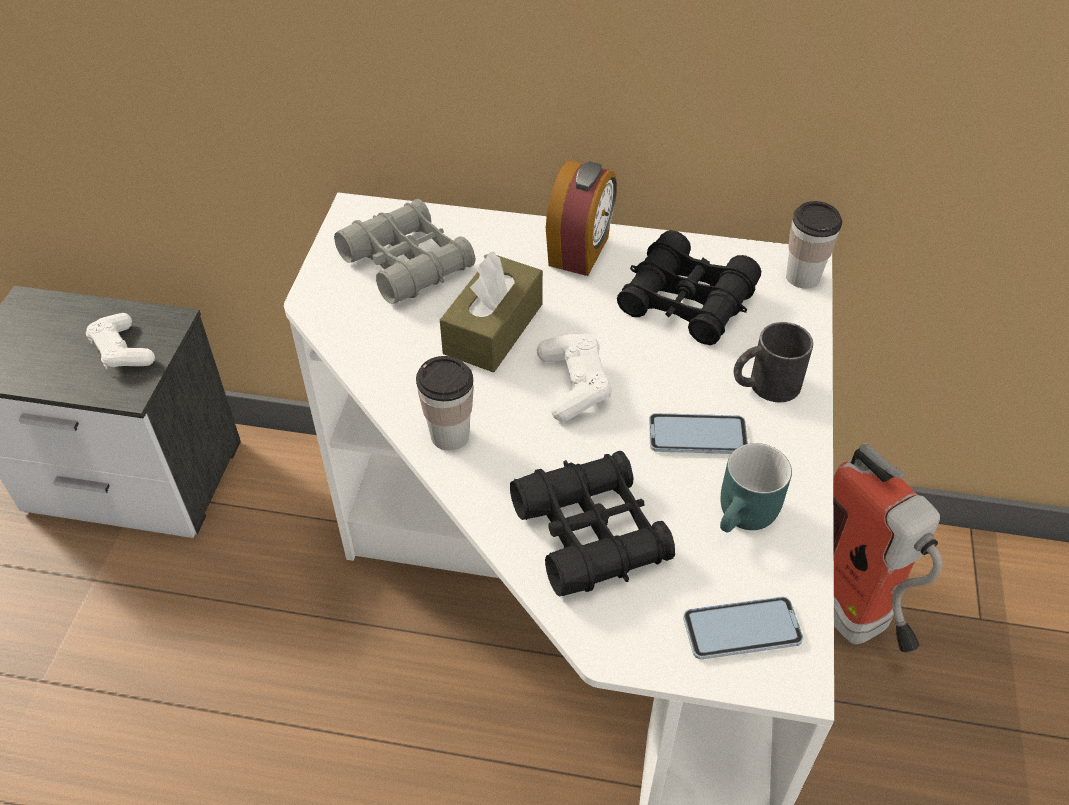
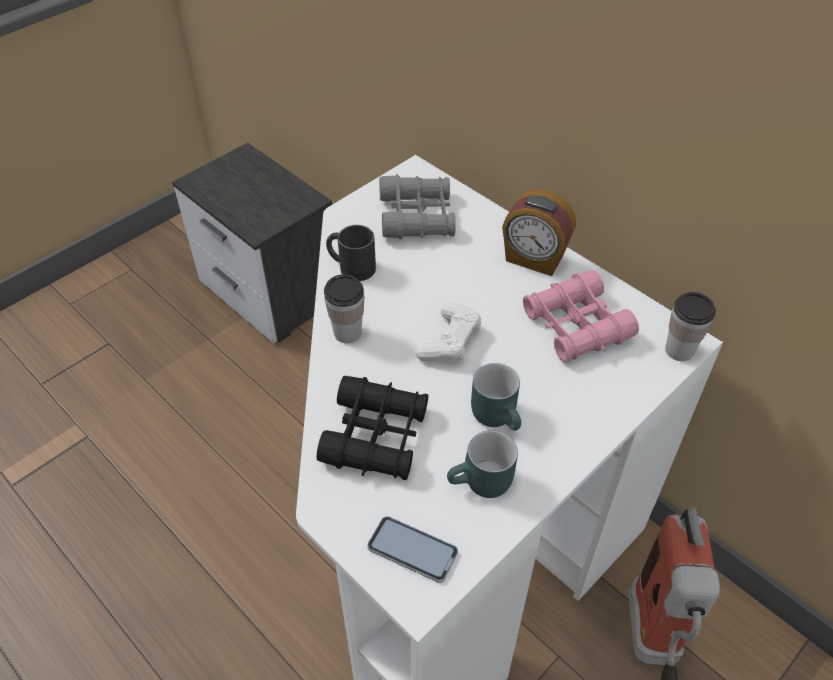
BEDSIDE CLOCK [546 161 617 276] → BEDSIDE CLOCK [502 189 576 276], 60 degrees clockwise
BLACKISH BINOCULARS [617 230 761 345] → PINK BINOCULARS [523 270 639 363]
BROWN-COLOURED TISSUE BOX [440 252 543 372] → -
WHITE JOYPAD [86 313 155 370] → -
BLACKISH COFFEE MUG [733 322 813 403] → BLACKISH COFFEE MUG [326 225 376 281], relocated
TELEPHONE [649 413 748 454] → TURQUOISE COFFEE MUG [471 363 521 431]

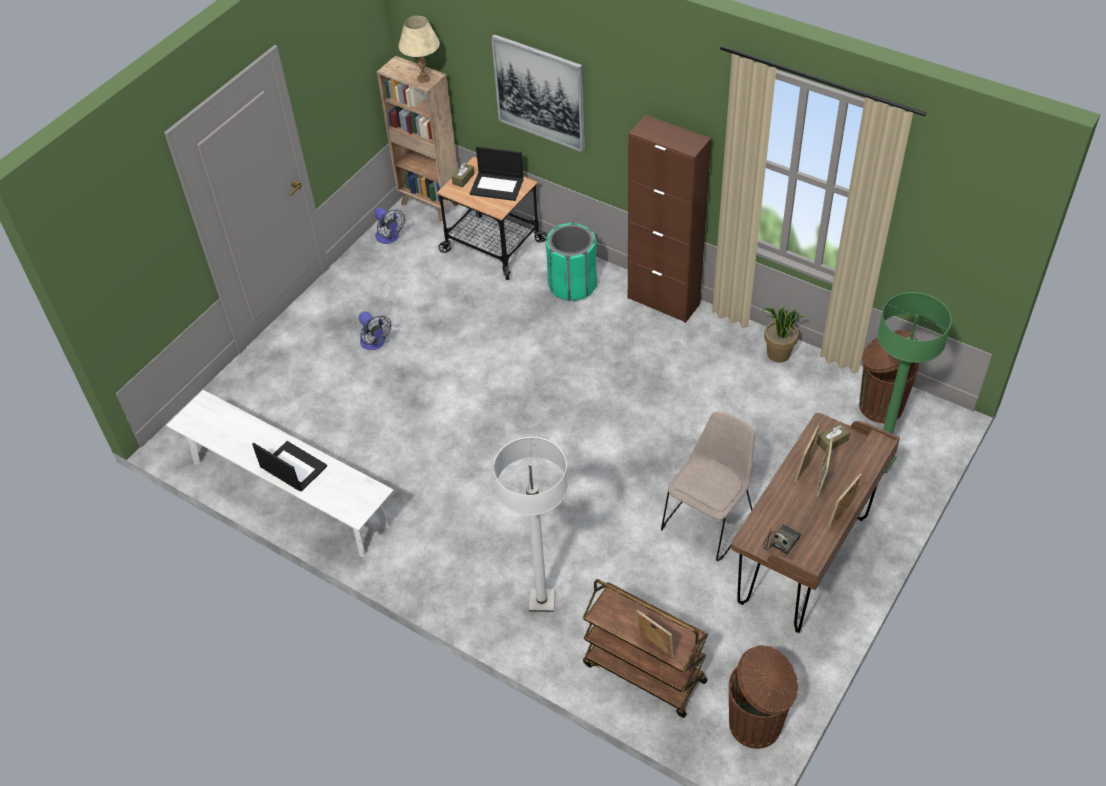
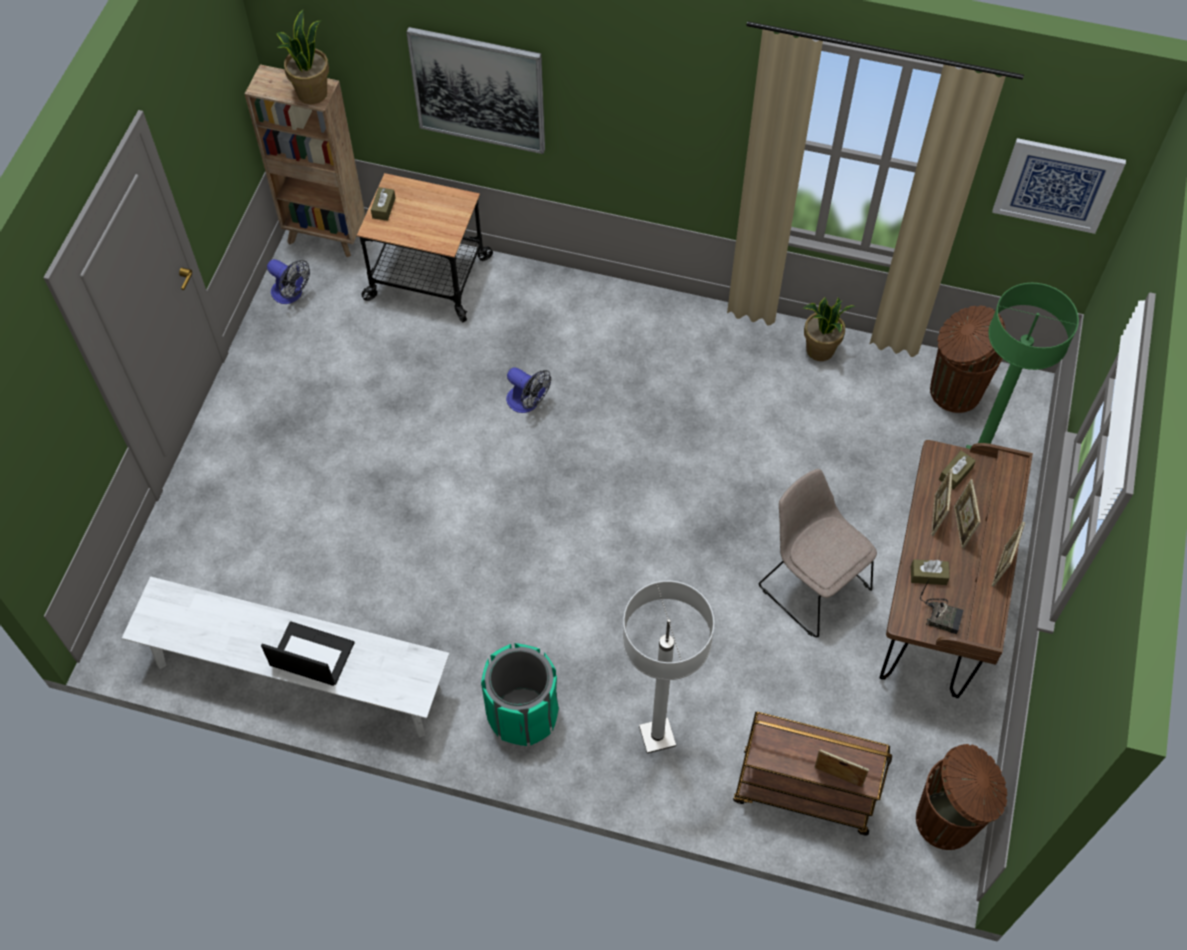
BEIGE-COLOURED TABLETOP LAMP [398 16 440 83] → HOUSEPLANT [276 10 329 104]
BROWN-COLOURED CABINET [628 115 711 323] → -
LAPTOP [470 147 524 201] → -
GREEN RUBBISH BIN [545 223 597 301] → GREEN RUBBISH BIN [481 643 559 746], relocated
COOLING FAN [359 311 391 350] → COOLING FAN [506 368 551 413], relocated
BEIGE-COLOURED UPRIGHT CHAIR [661 411 755 561] → BEIGE-COLOURED UPRIGHT CHAIR [759 469 877 637], 60 degrees counterclockwise
RADIO SET [763 524 801 556] → RADIO SET [920 578 964 634], 90 degrees clockwise
- → PICTURE [992 138 1126 234]
- → BROWN-COLOURED TISSUE BOX [911 559 950 585]

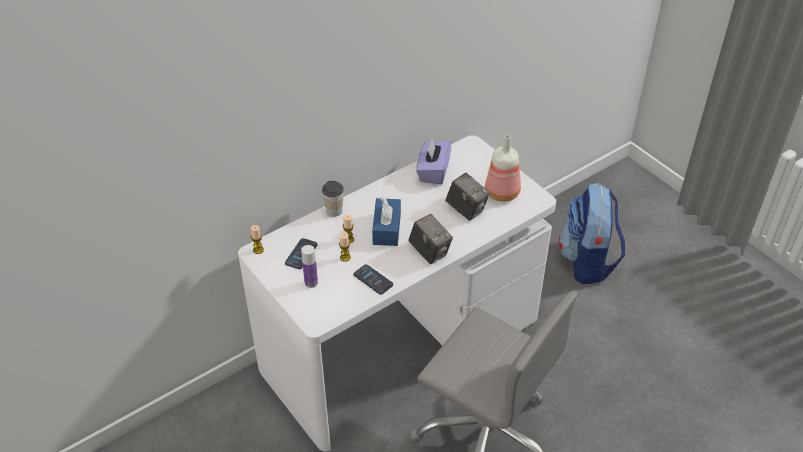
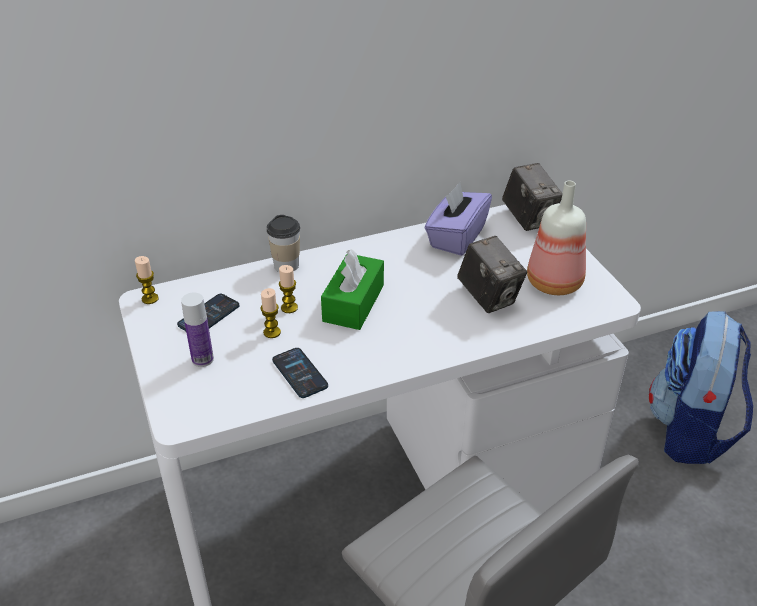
BLUE TISSUE BOX [372 197 401 246] → GREEN TISSUE BOX [321 249 384 330]
PHOTO CAMERA [408 214 453 264] → PHOTO CAMERA [502 163 563 231], relocated

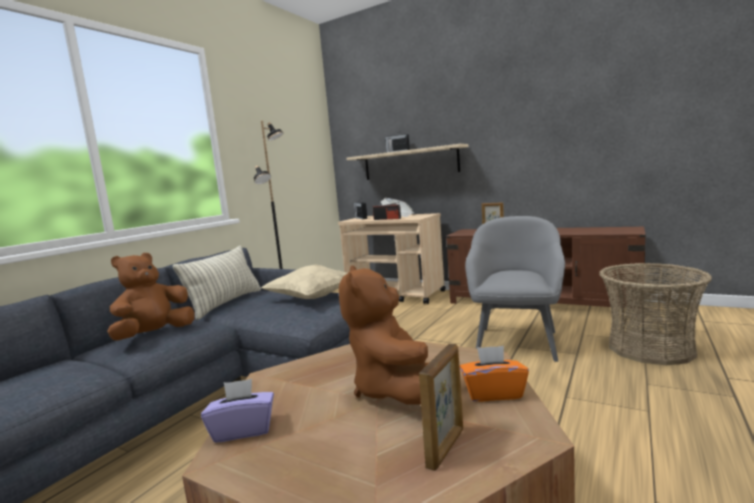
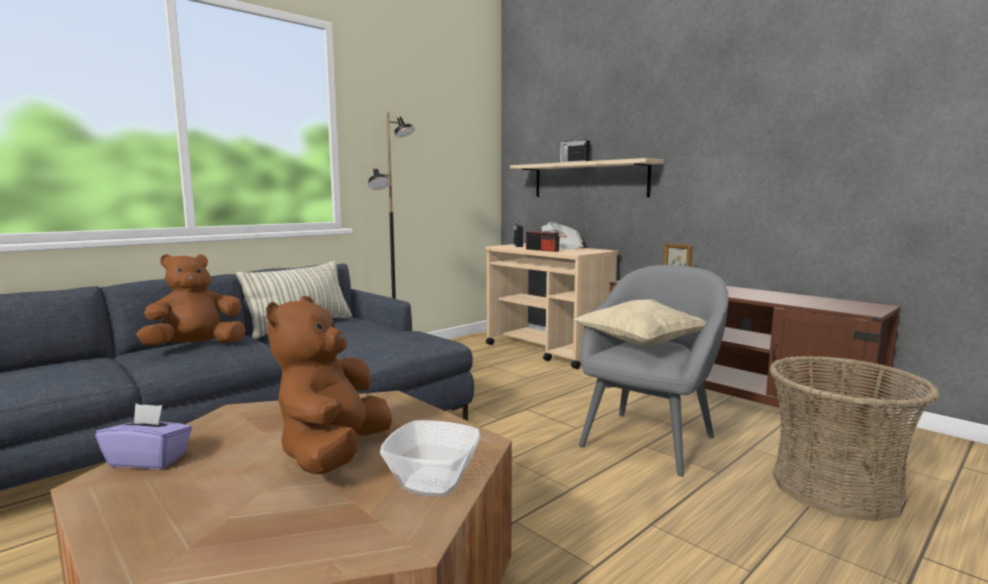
BEIGE-COLOURED PILLOW [261 264 347 299] → BEIGE-COLOURED PILLOW [573 299 706 346], relocated
STANDING FRAME [419 344 463 471] → -
ORANGE TISSUE BOX [460 346 529 402] → BOWL [380 420 480 497]

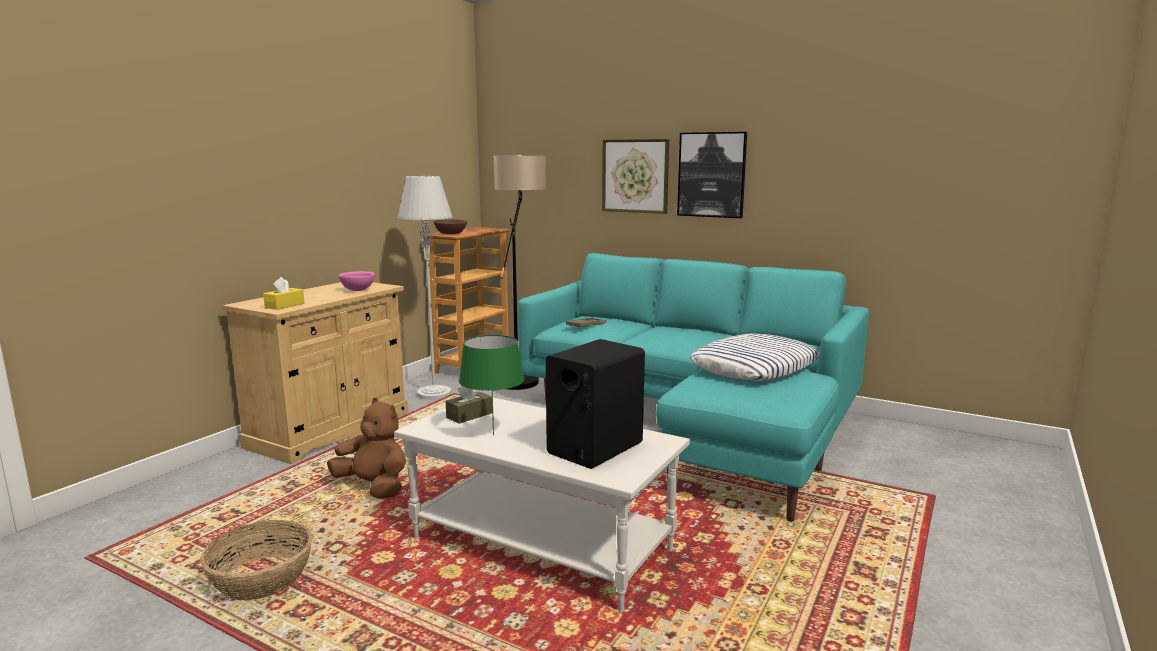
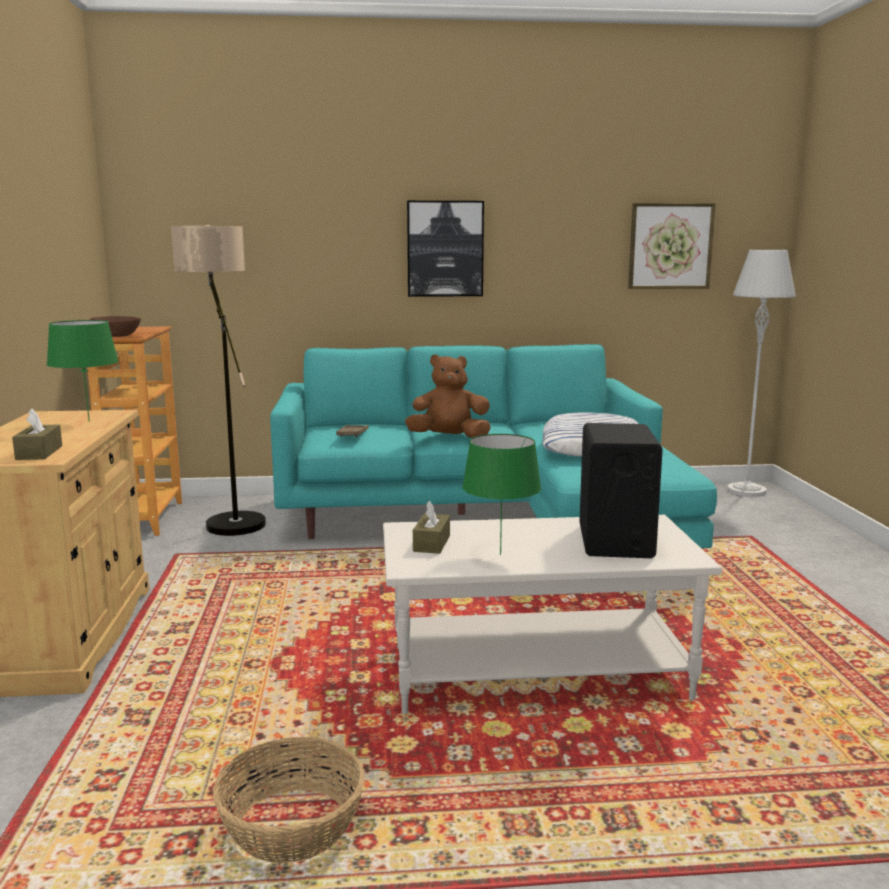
PICTURE [602 139 669 214] → PICTURE [628 203 715 289], relocated
GREYISH STANDING LAMP [397 176 452 400] → GREYISH STANDING LAMP [728 250 796 497], relocated
PINK BOWL [339 271 375 291] → GREEN TABLETOP LAMP [47 320 118 422]
YELLOW-COLOURED TISSUE BOX [263 277 305 310] → BROWN-COLOURED TISSUE BOX [12 409 62 460]
BROWN-COLOURED PLUSH TOY [327 398 406 499] → BROWN-COLOURED PLUSH TOY [405 354 491 438], relocated

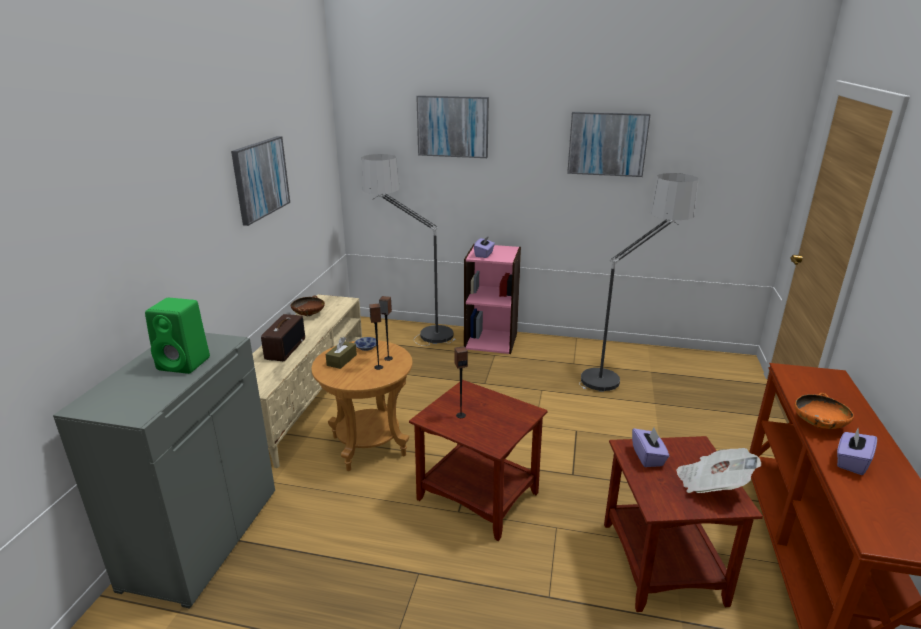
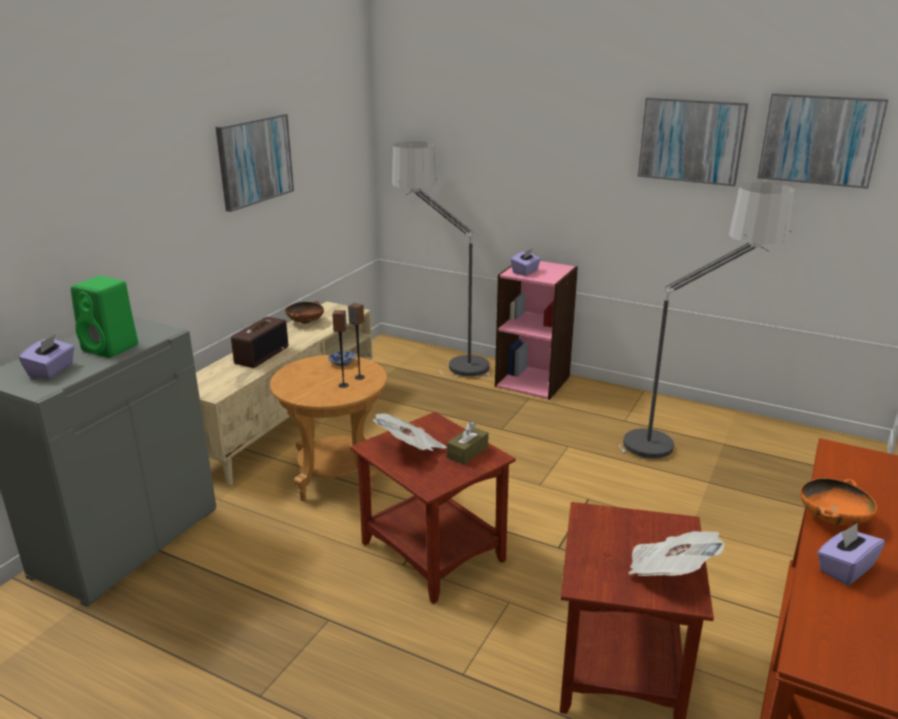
PICTURE [416 95 489 158] → PICTURE [757 93 888 189], relocated
BROWN-COLOURED TISSUE BOX [325 337 357 369] → BROWN-COLOURED TISSUE BOX [447 422 488 465], relocated
LOUDSPEAKER [454 346 468 418] → PRINTED PAPER [372 413 447 451]
PURPLE-COLOURED TISSUE BOX [632 427 669 467] → PURPLE-COLOURED TISSUE BOX [19 334 75 379], relocated

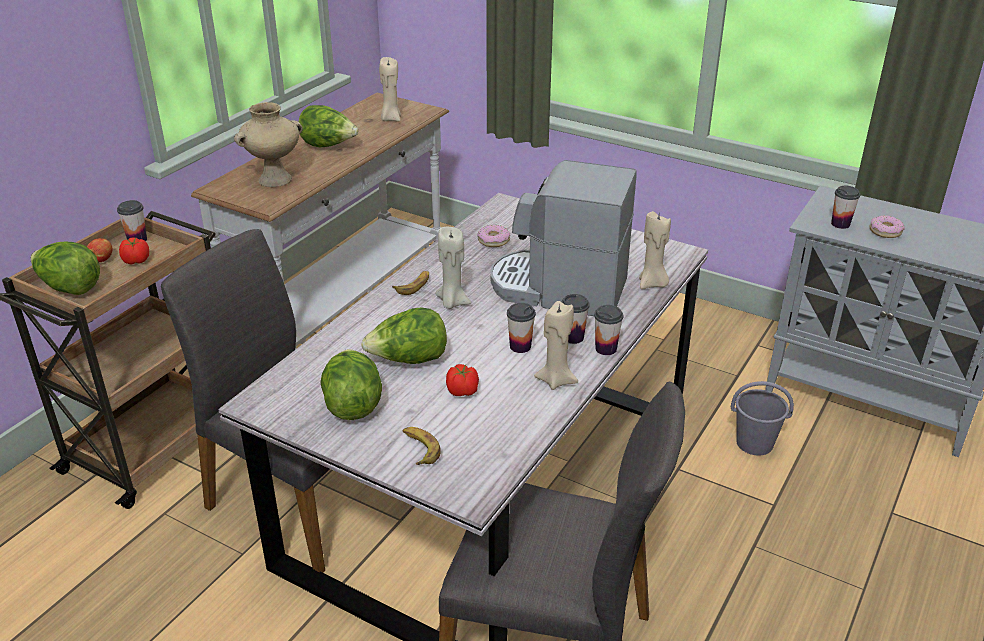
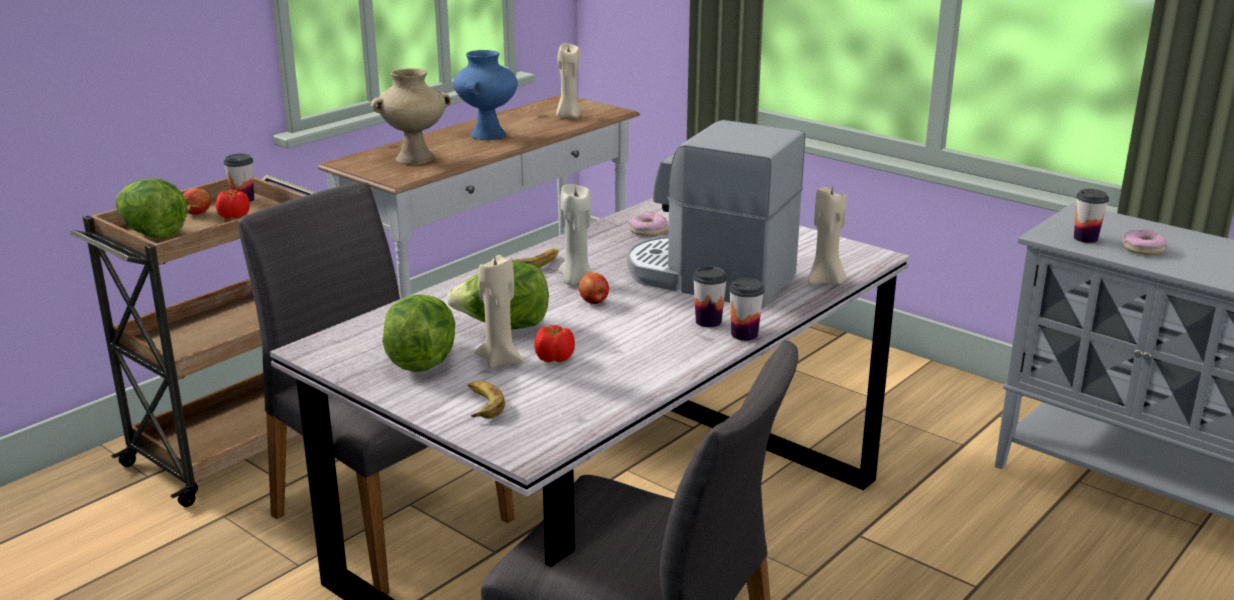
HEAD OF LETTUCE [299 105 358 147] → BLUE DECORATIVE VASE [453 50 518 140]
BEIGE-COLOURED CANDLE [534 301 578 390] → BEIGE-COLOURED CANDLE [474 255 524 368], relocated
SMALL CUP [507 303 536 353] → -
GREYISH PAIL [731 381 794 456] → -
- → WHOLE APPLE [579 272 609 304]

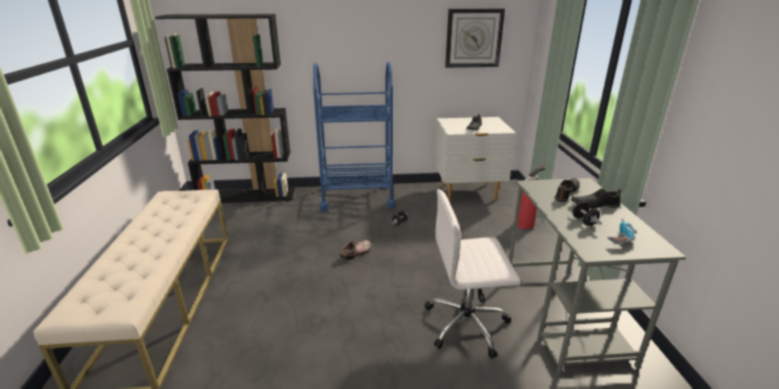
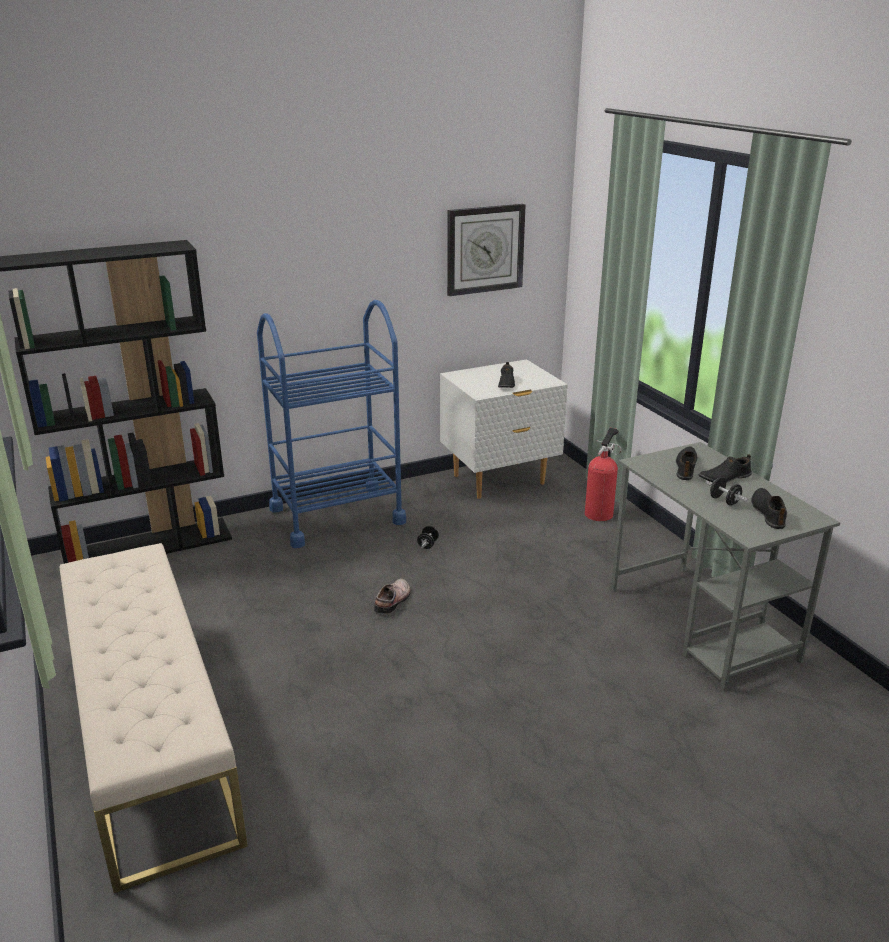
WHITE DESK CHAIR [425 189 521 359] → -
ELECTRIC DRILL [607 219 637 244] → BLACKISH SHOE [751 488 787 529]

